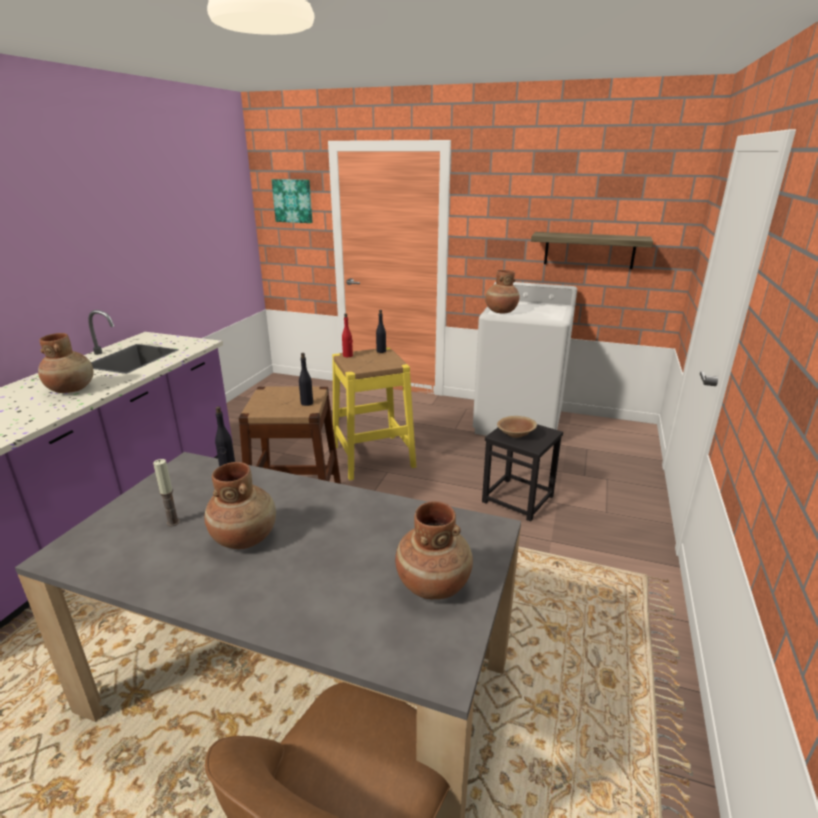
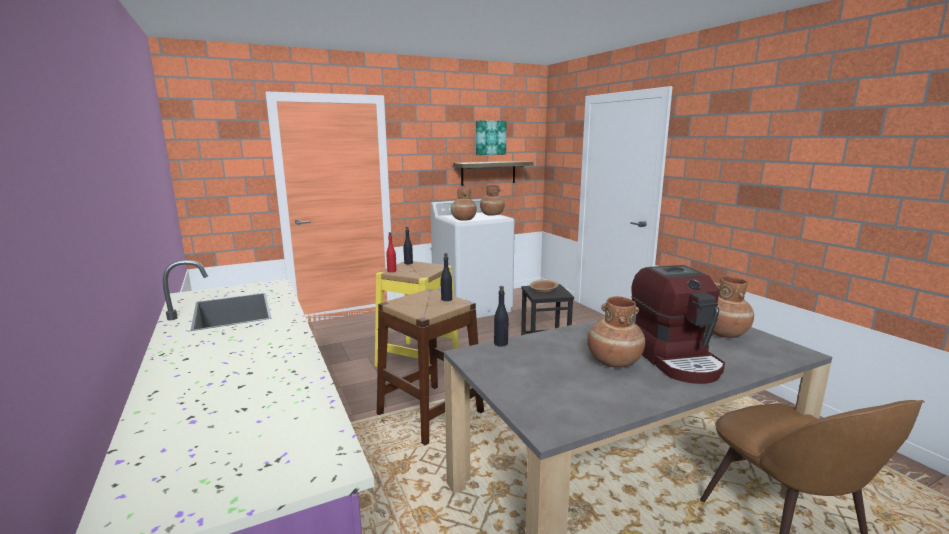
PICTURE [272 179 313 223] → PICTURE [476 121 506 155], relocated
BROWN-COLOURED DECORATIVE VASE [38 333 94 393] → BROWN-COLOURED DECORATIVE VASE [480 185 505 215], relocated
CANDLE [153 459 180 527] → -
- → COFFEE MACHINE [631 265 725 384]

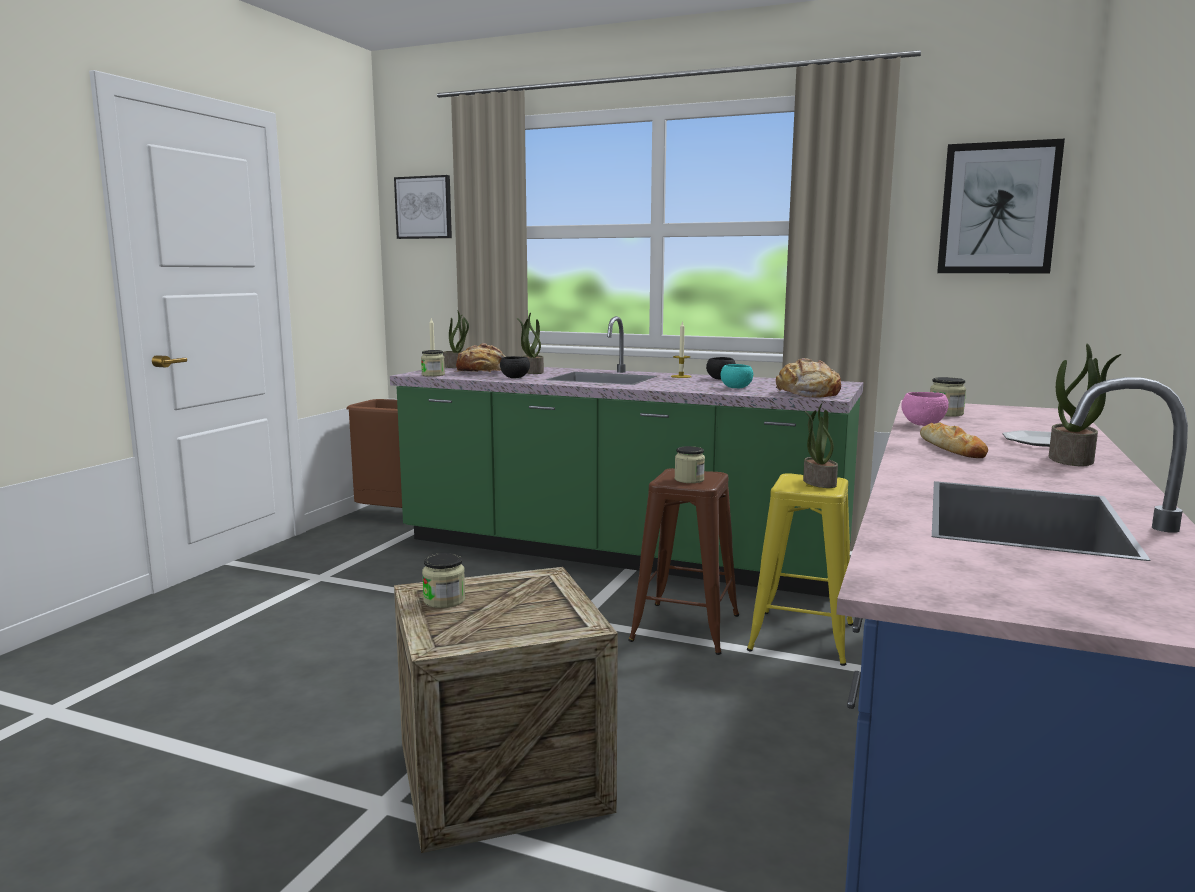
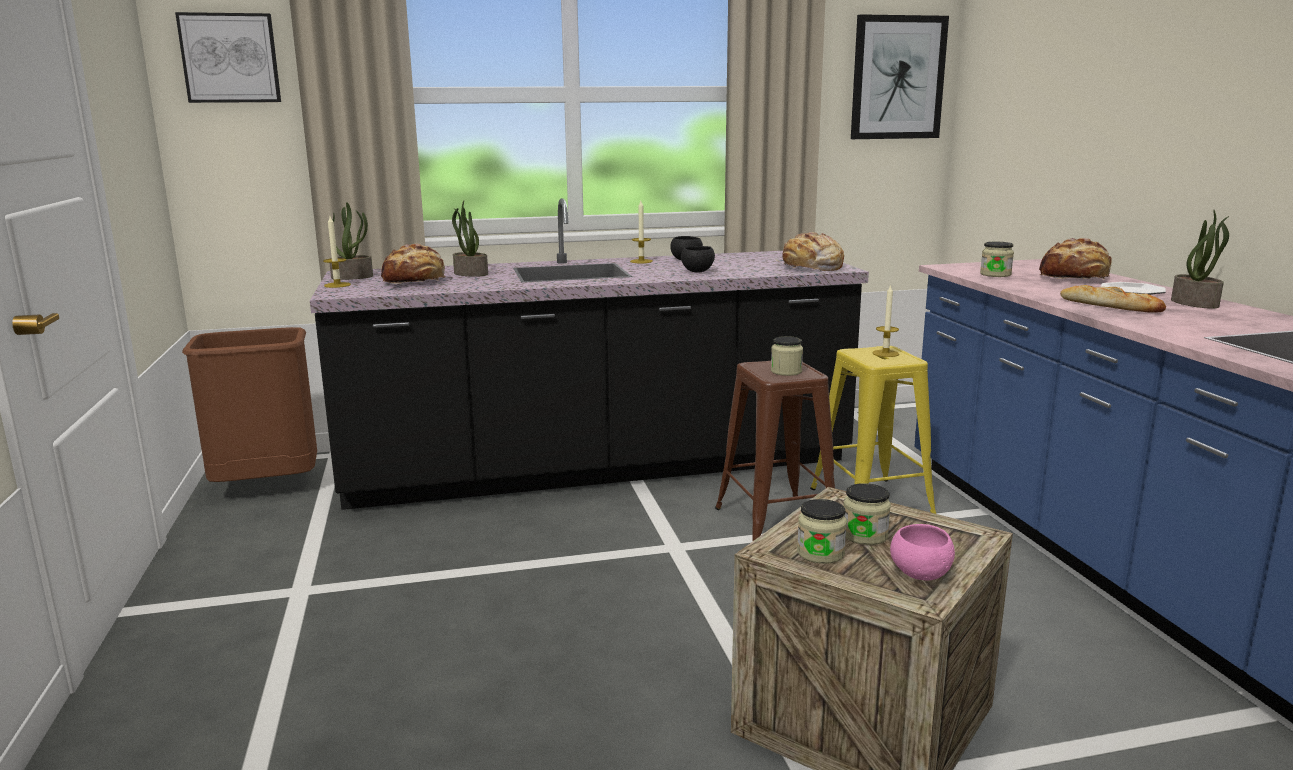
GREEN KITCHEN BASE UNIT [390 316 863 597] → BLACKISH KITCHEN BASE UNIT [310 198 869 510]
PRESERVE JAR [421 350 445 377] → PRESERVE JAR [844 483 891 545], relocated
BLACKISH BOWL [500 356 530 378] → BLACKISH BOWL [681 246 715 273], relocated
TURQUOISE BOWL [721 364 753 388] → -
PINK BOWL [901 392 949 426] → PINK BOWL [890 524 955 580], relocated
HOUSEPLANT [803 403 838 488] → CANDLE [872 284 899 357]
- → BREAD [1039 238 1112 280]

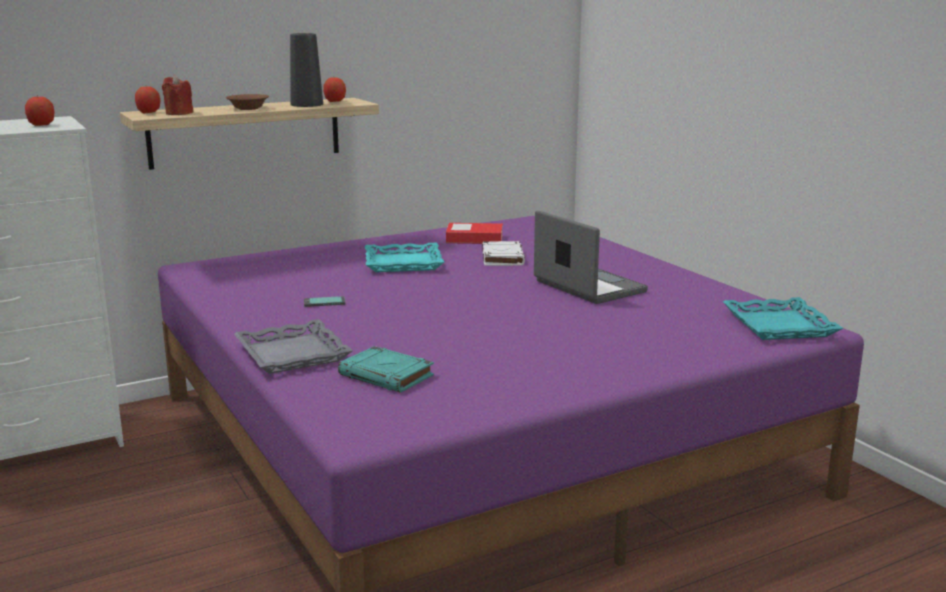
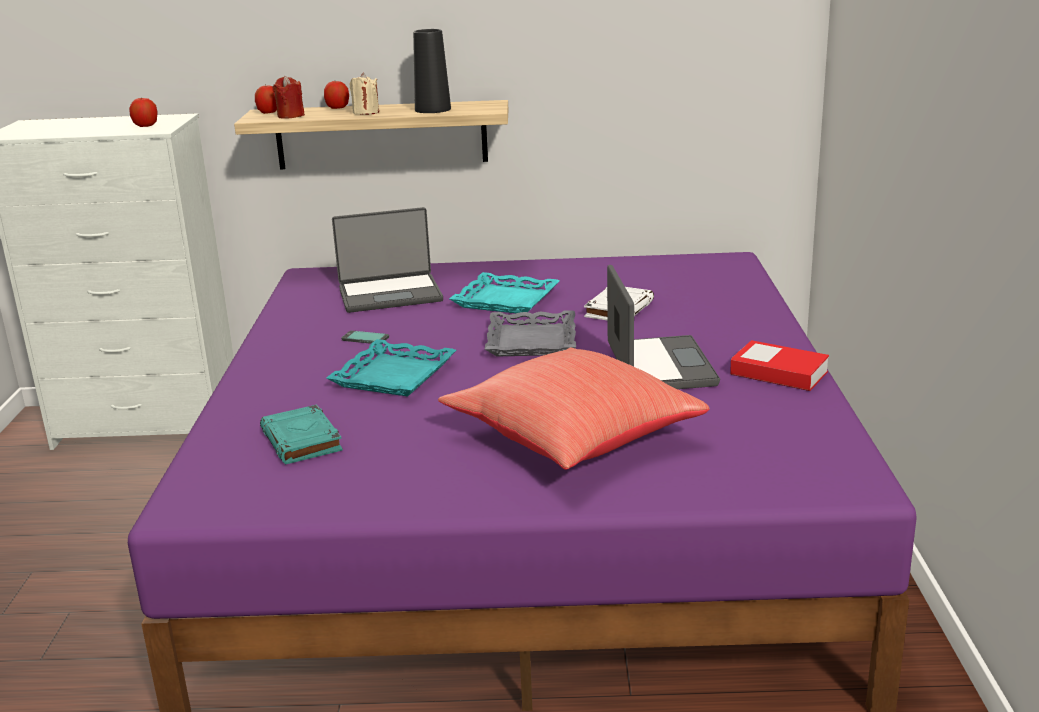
WHOLE APPLE [323 78 346 102] → WHOLE APPLE [324 81 349 109], relocated
BROWN-COLOURED BOWL [226 94 269 110] → BEIGE-COLOURED CANDLE [350 72 379 115]
BOOK [446 223 503 244] → BOOK [730 340 829 391], relocated
TURQUOISE TRAY [723 297 843 340] → TURQUOISE TRAY [326 339 456 397], relocated
GREYISH TRAY [234 319 353 374] → GREYISH TRAY [485 310 576 356], relocated
- → LAPTOP [332 207 443 313]
- → RED-COLOURED PILLOW [438 347 709 470]

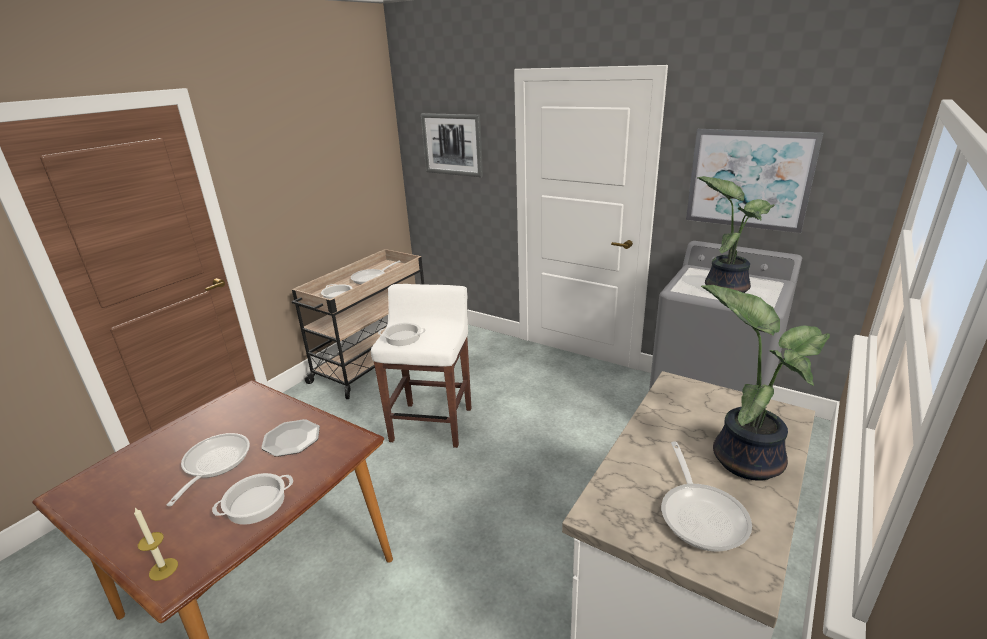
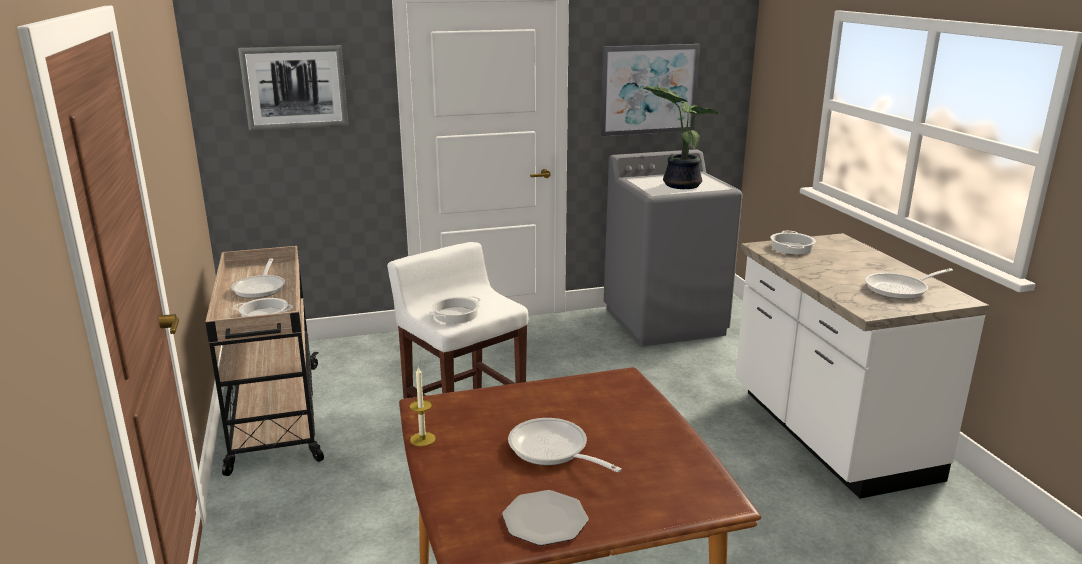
HOUSEPLANT [701 285 830 481] → -
PLATE [261 419 320 457] → PLATE [502 490 588 546], relocated
PAN [661 441 752 552] → PAN [865 268 953 299], 120 degrees clockwise
COOKING POT [212 473 293 525] → COOKING POT [771 231 816 254], relocated
CANDLE [134 508 178 581] → CANDLE [410 367 435 446], relocated

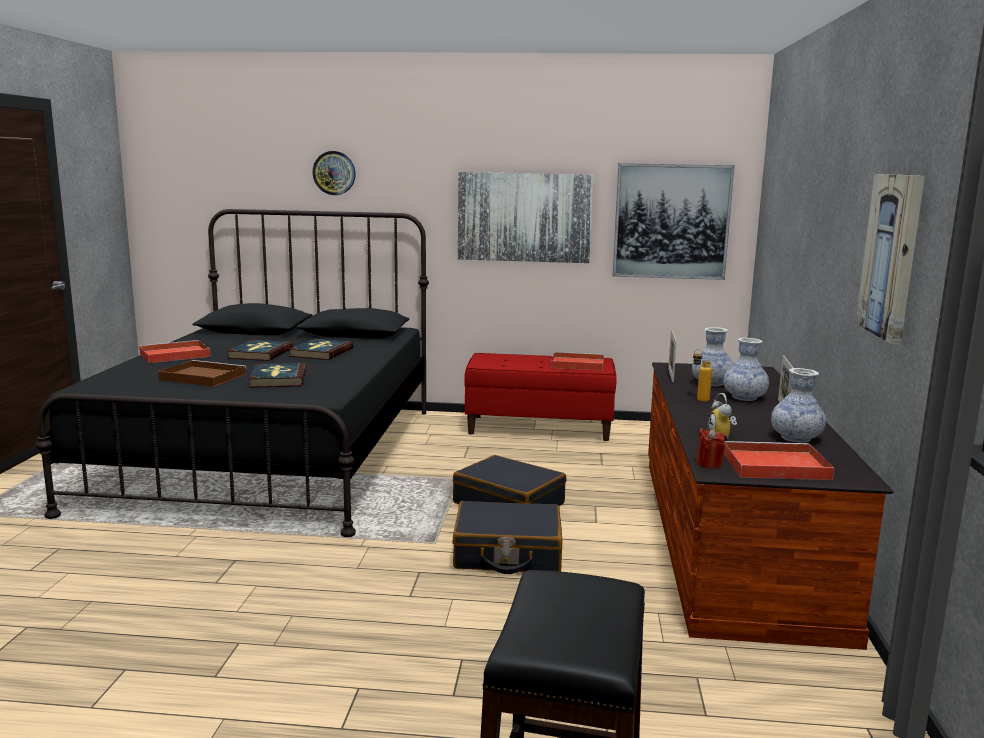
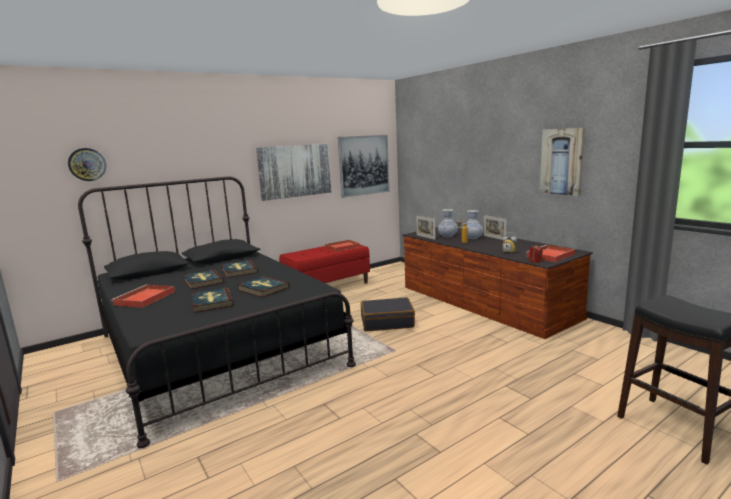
HANGING CLOCK [313 151 356 195] → HANGING CLOCK [68 148 106 181], relocated
BROWN-COLOURED TRAY [158 360 246 387] → BOOK [192 287 234 313]
DECORATIVE VASE [771 368 826 443] → -
BLACKISH PIECE OF LUGGAGE [453 501 562 574] → -

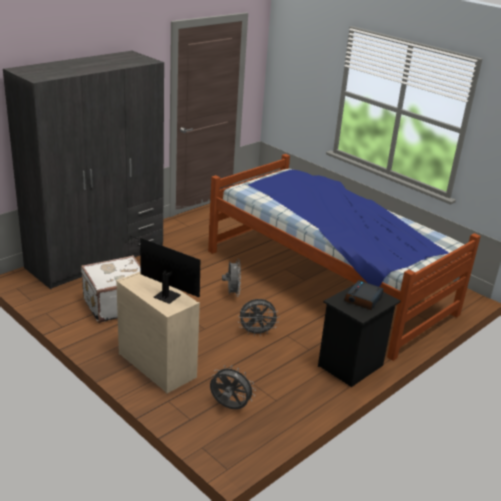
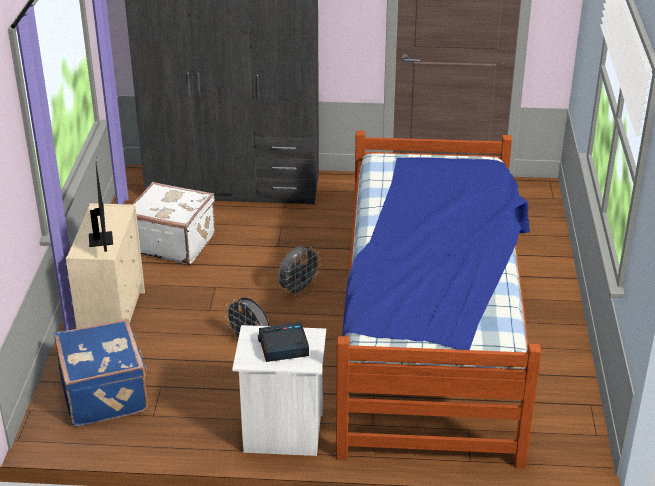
BLACKISH NIGHT TABLE [318 281 401 387] → WHITE NIGHT TABLE [232 325 326 456]
GREYISH COOLING FAN [210 365 256 409] → BLUE PIECE OF LUGGAGE [54 319 148 427]

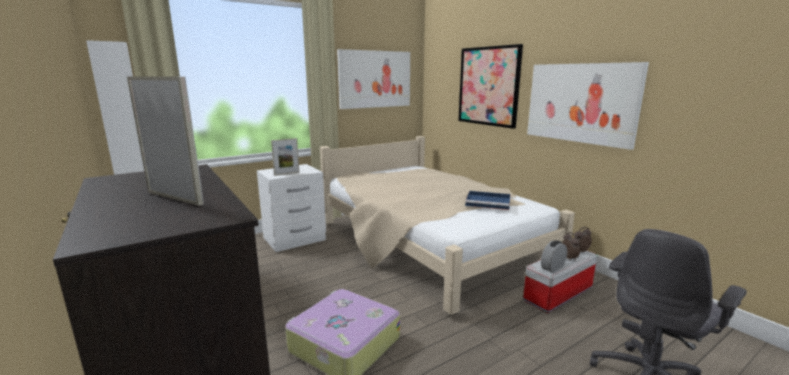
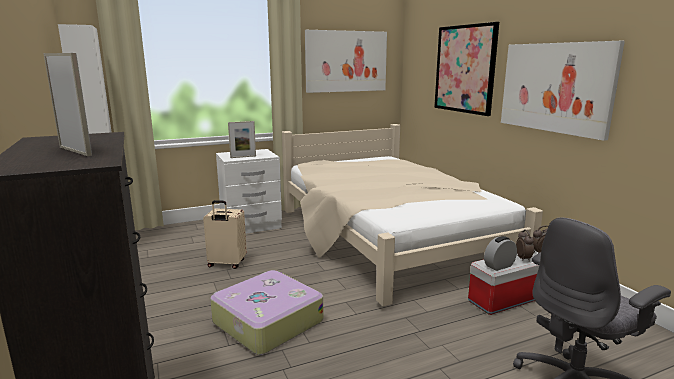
BLUE TRAY [465 191 511 210] → -
- → BEIGE-COLOURED PIECE OF LUGGAGE [203 200 247 269]

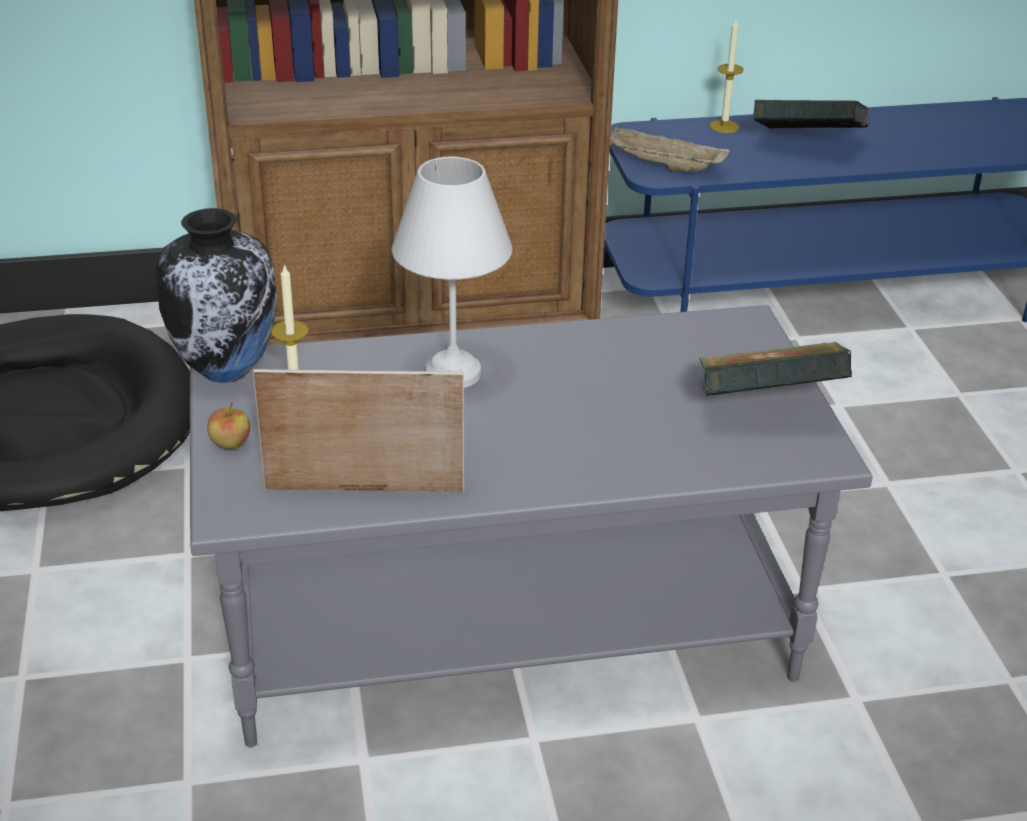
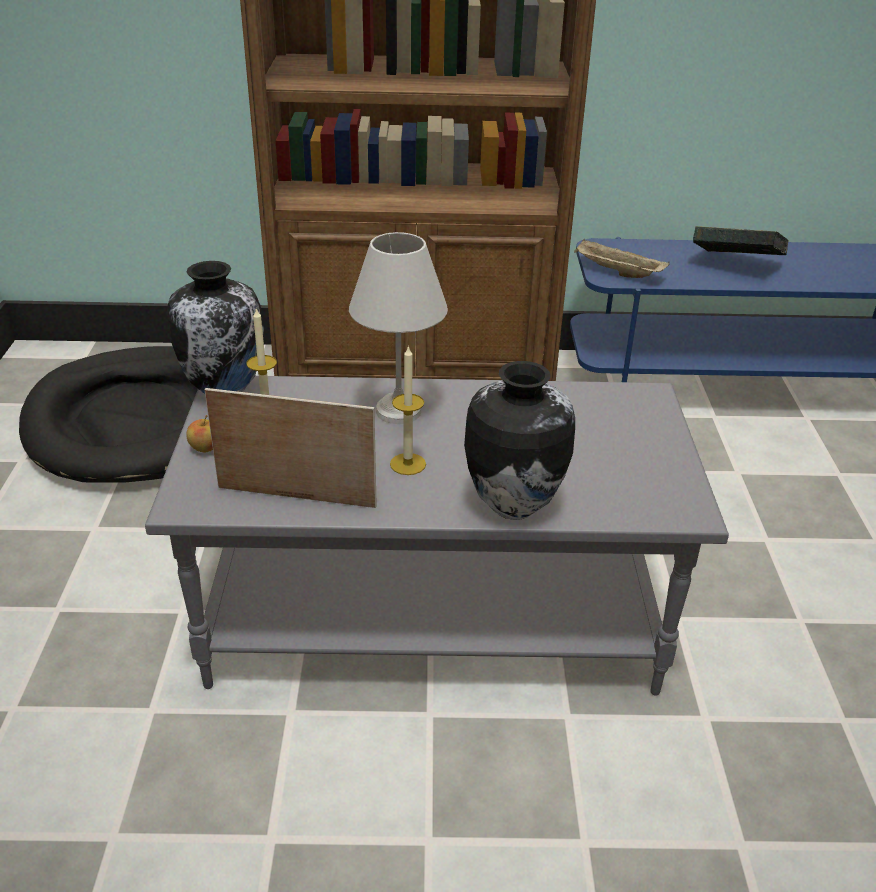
CANDLE [710 19 744 133] → CANDLE [390 345 426 475], relocated
BOOK [699 342 852 396] → -
- → DECORATIVE VASE [464 361 575 520]

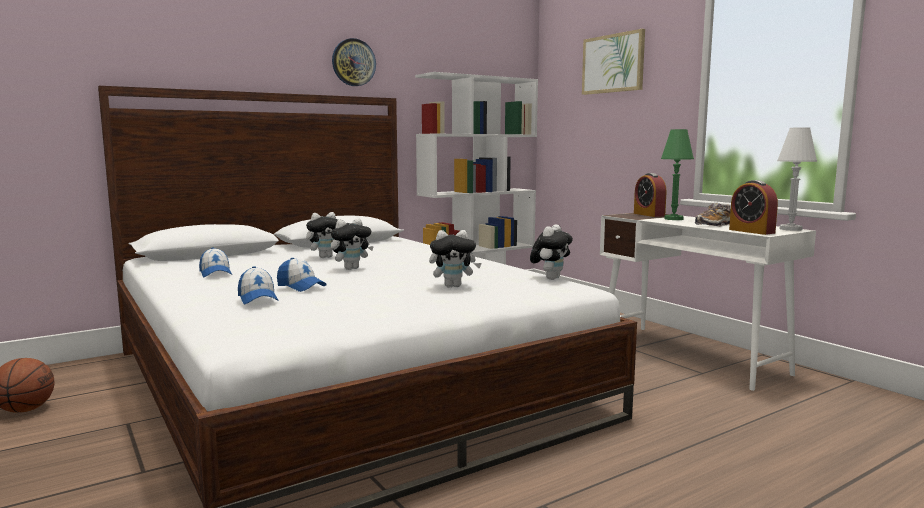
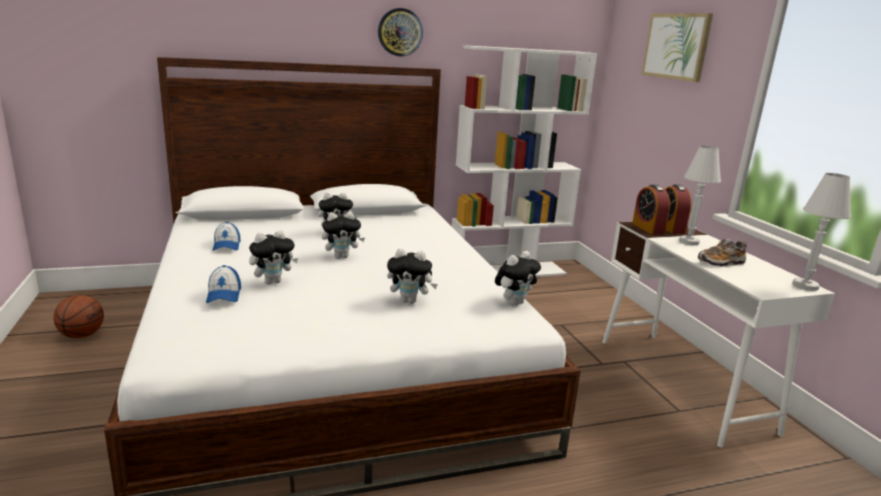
GREEN TABLETOP LAMP [661 129 694 220] → WHITE TABLETOP LAMP [679 146 721 245]
BEDSIDE CLOCK [729 180 778 235] → BEDSIDE CLOCK [632 185 670 235], relocated
BASEBALL CAP [277 258 327 292] → PLUSH TOY [249 230 298 284]

